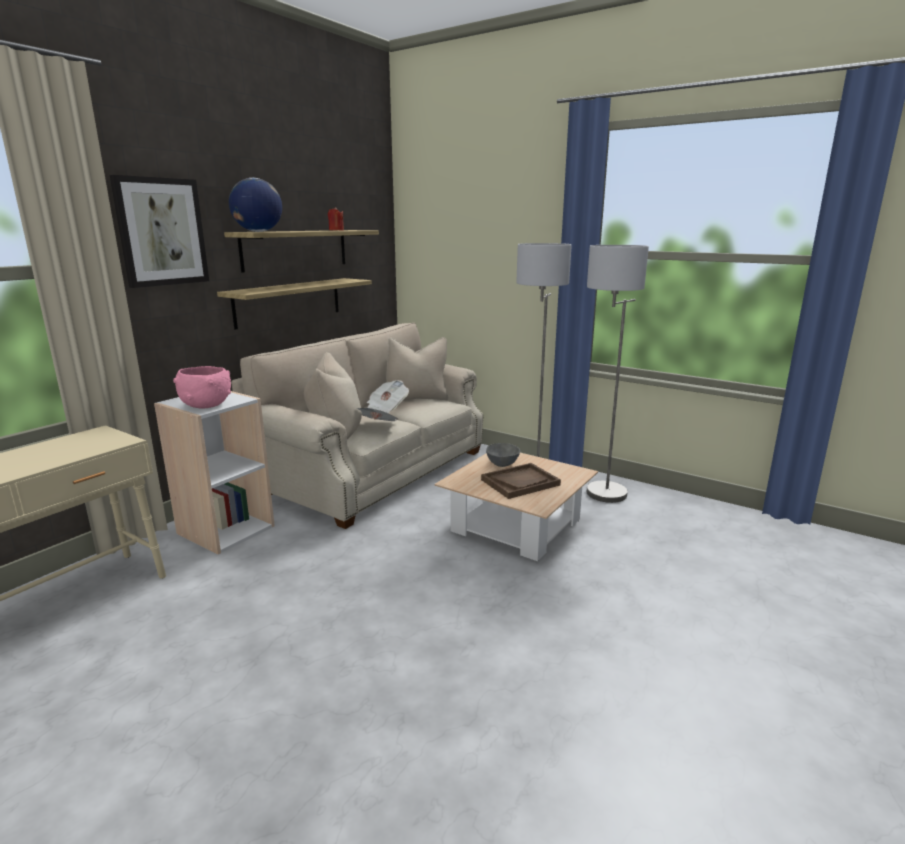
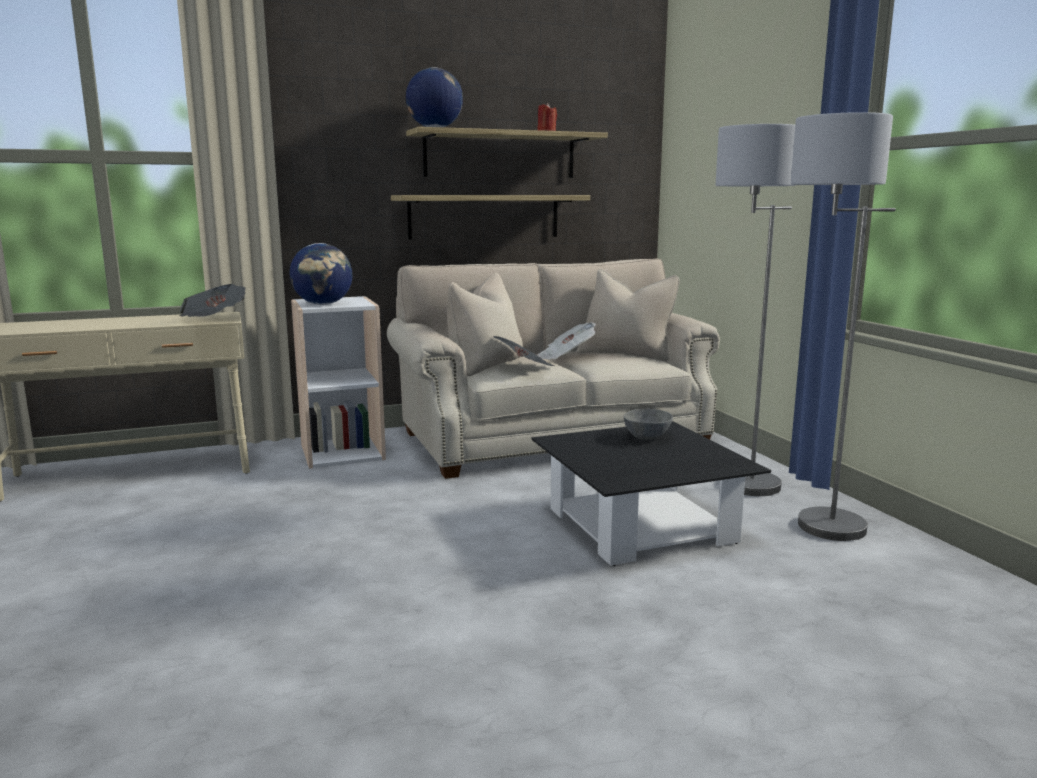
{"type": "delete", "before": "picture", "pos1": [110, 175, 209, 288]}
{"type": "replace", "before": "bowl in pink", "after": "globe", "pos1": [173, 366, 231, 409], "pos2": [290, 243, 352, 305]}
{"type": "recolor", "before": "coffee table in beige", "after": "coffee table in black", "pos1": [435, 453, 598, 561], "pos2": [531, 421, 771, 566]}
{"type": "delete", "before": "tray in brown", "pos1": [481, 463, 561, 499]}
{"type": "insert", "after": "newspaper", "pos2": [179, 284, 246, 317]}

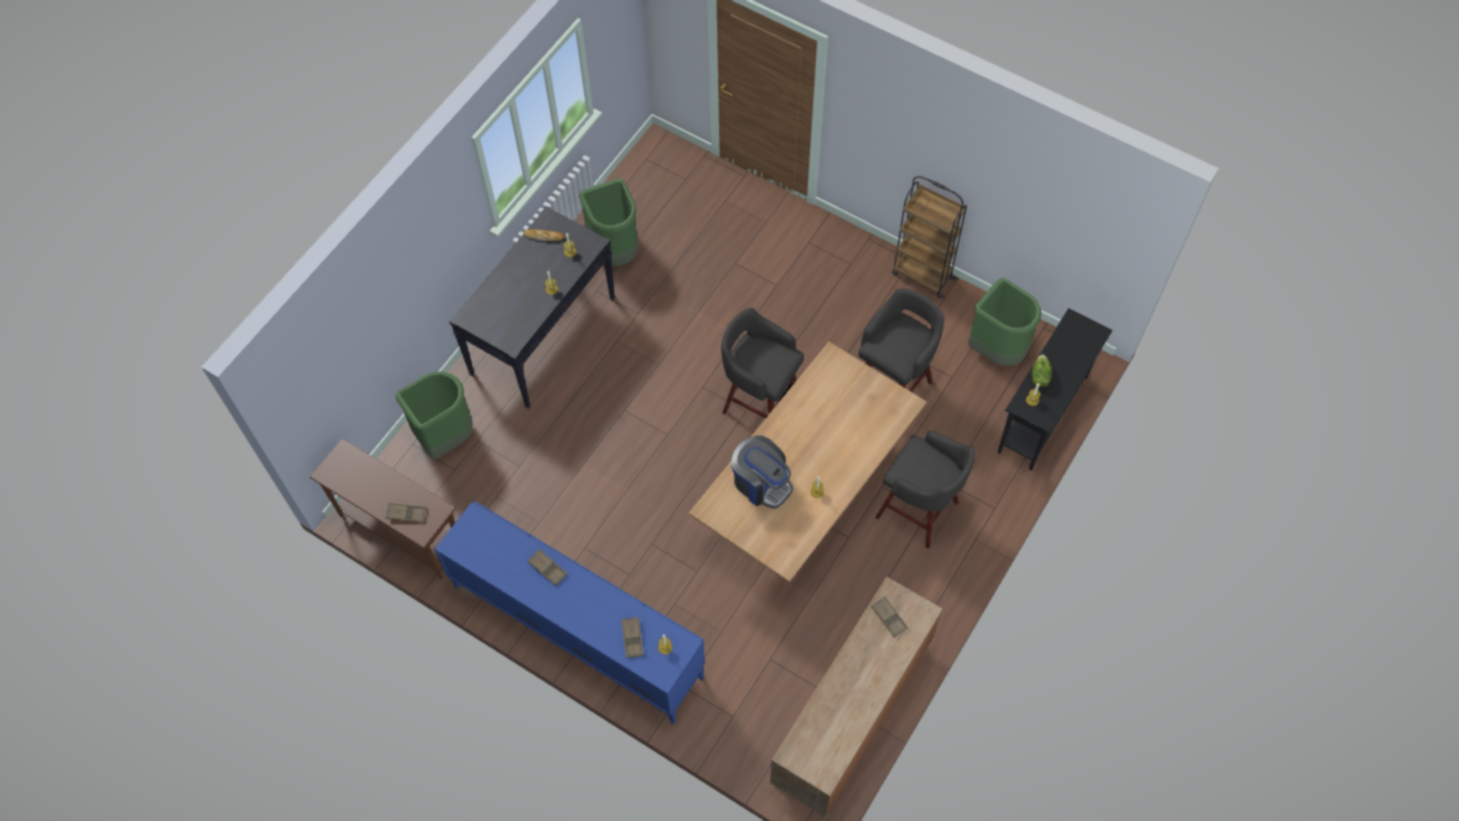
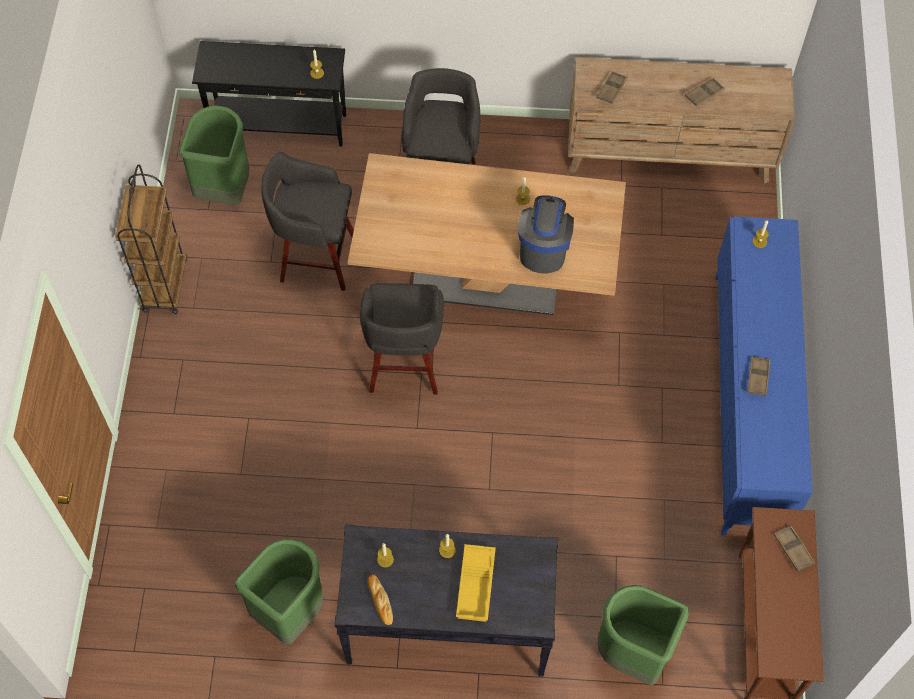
{"type": "move", "before": "tray in brown", "pos1": [621, 617, 644, 658], "pos2": [685, 78, 725, 106]}
{"type": "delete", "before": "lettuce", "pos1": [1032, 354, 1052, 387]}
{"type": "insert", "after": "tray in yellow", "pos2": [456, 544, 496, 622]}

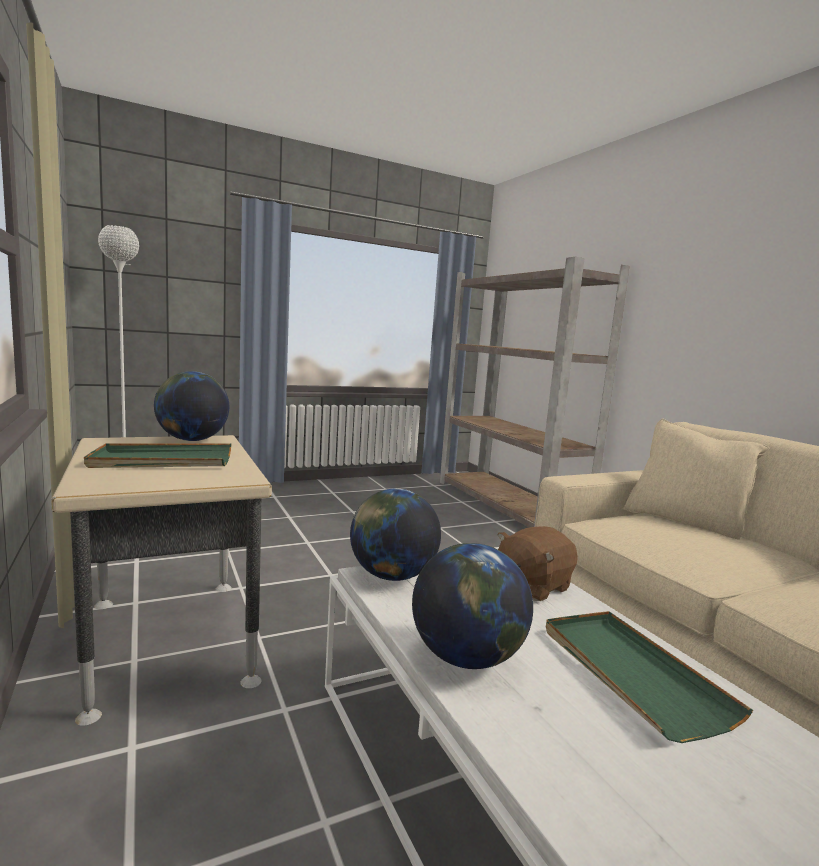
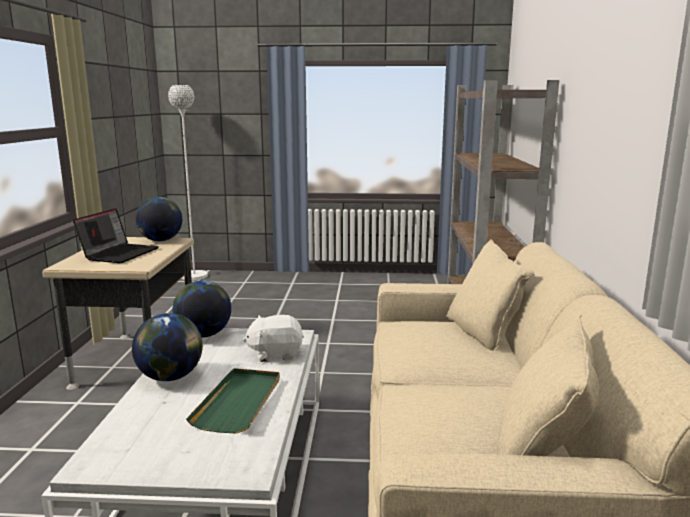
{"type": "replace", "before": "tray in green", "after": "laptop", "pos1": [84, 443, 231, 468], "pos2": [73, 208, 159, 263]}
{"type": "recolor", "before": "plush toy in brown", "after": "plush toy in white", "pos1": [497, 526, 578, 601], "pos2": [243, 315, 304, 362]}

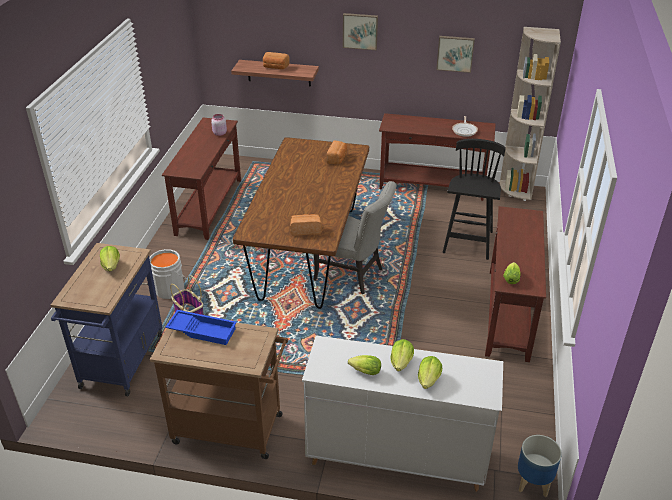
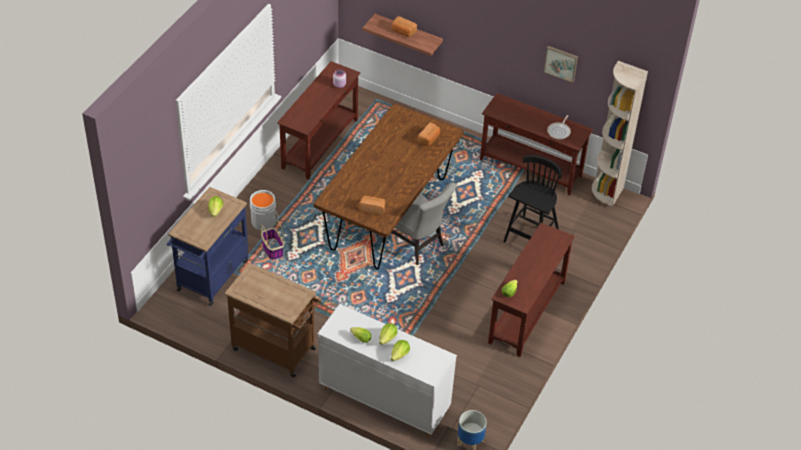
{"type": "delete", "before": "tray in blue", "pos1": [165, 310, 237, 345]}
{"type": "delete", "before": "picture", "pos1": [343, 13, 378, 50]}

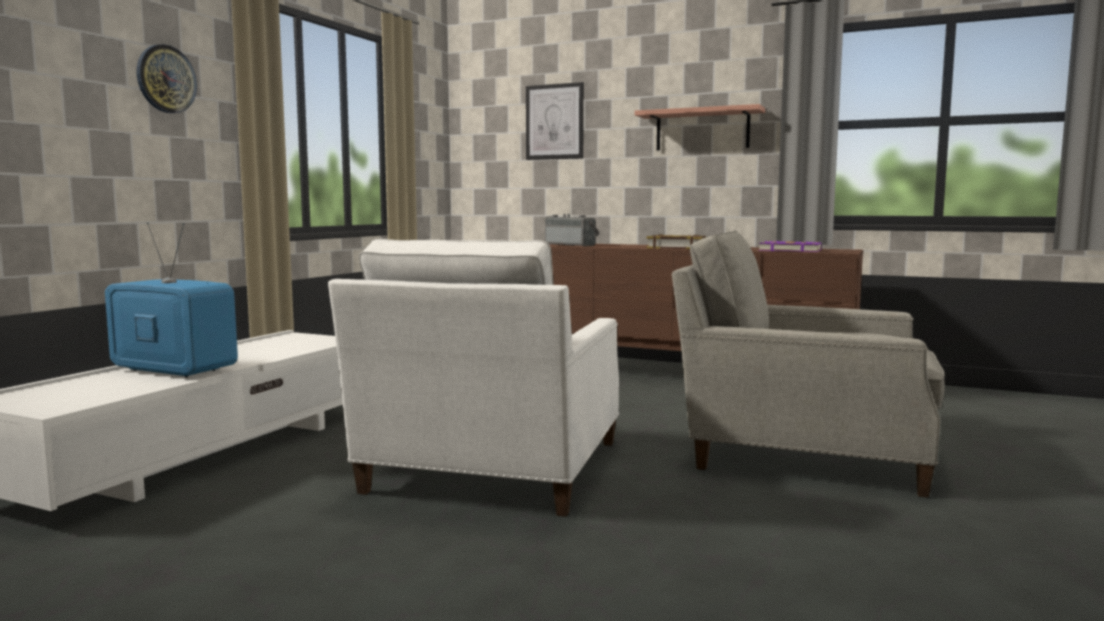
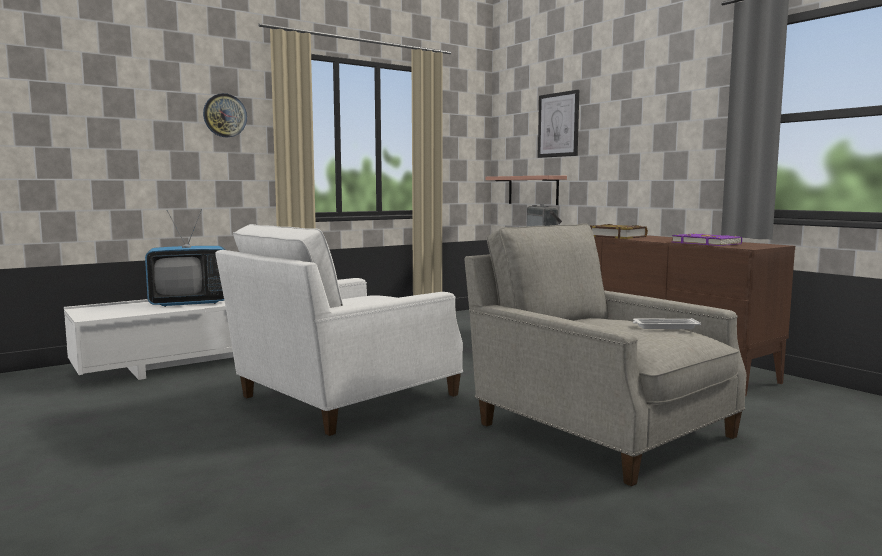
{"type": "rotate", "before": "television", "pos1": [105, 222, 238, 377], "pos2": [145, 209, 226, 307], "turn": 105}
{"type": "move", "before": "shelf", "pos1": [634, 104, 765, 150], "pos2": [485, 175, 567, 205]}
{"type": "insert", "after": "tray in white", "pos2": [633, 318, 701, 329]}

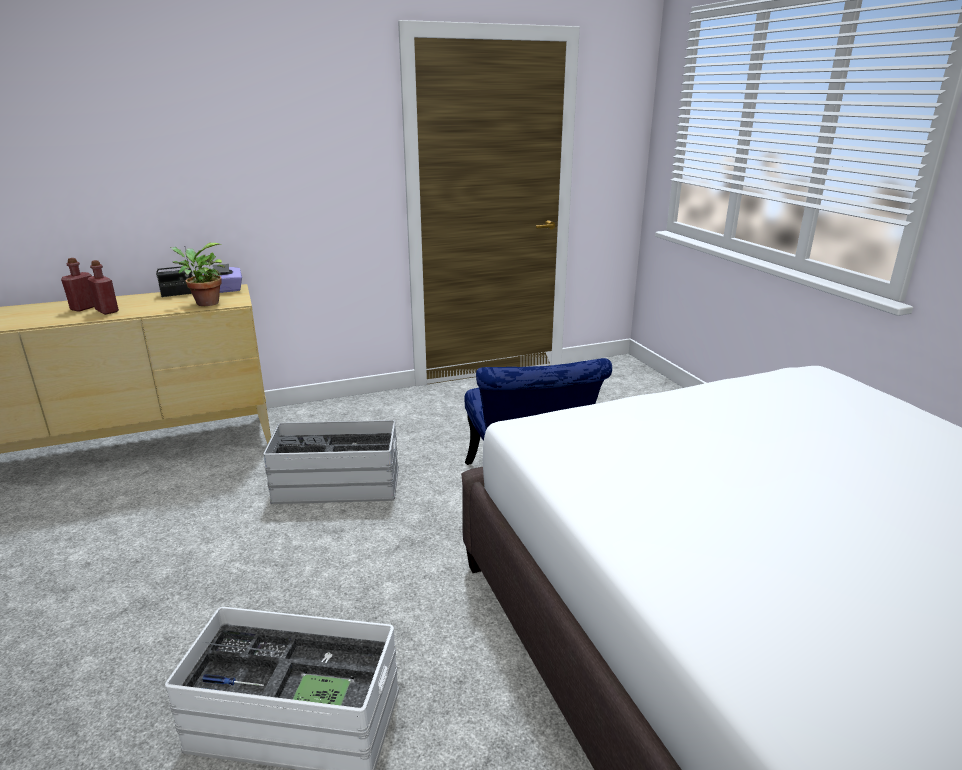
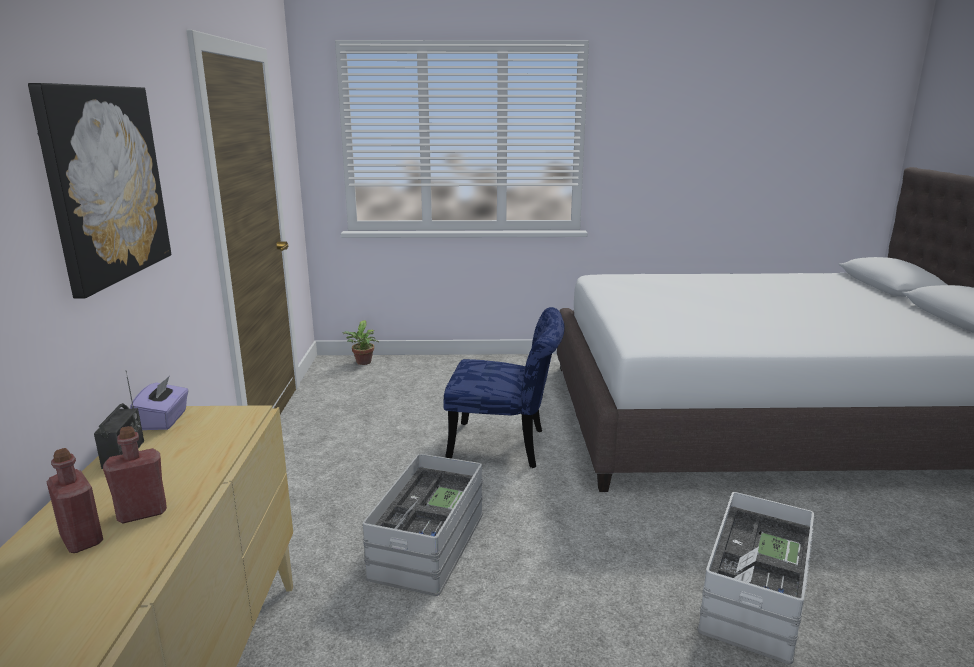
{"type": "move", "before": "potted plant", "pos1": [171, 243, 225, 306], "pos2": [343, 320, 379, 365]}
{"type": "insert", "after": "picture", "pos2": [28, 83, 171, 298]}

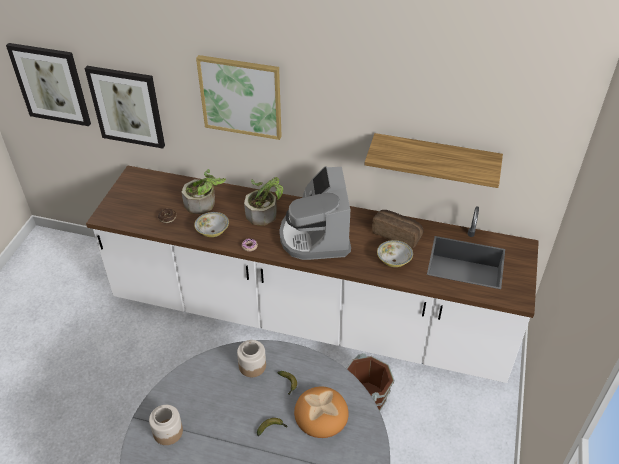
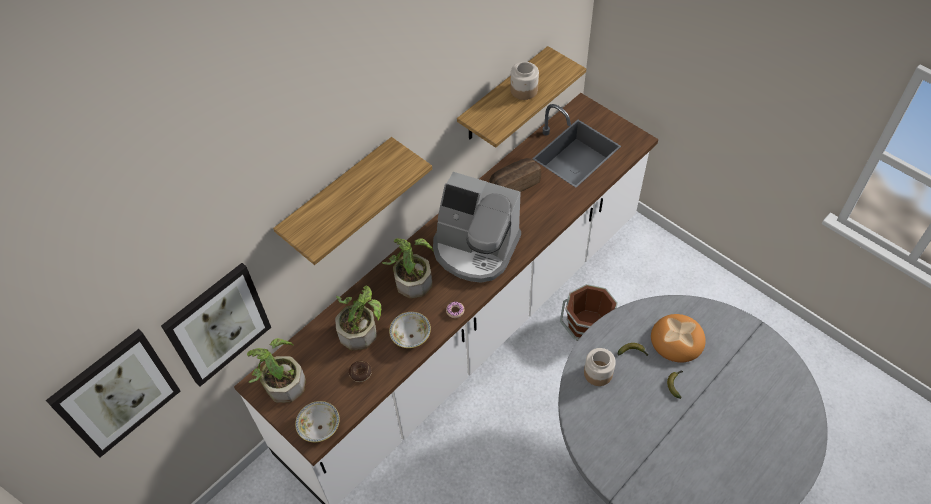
{"type": "move", "before": "jar", "pos1": [149, 405, 183, 445], "pos2": [510, 62, 539, 100]}
{"type": "replace", "before": "picture", "after": "shelf", "pos1": [196, 55, 282, 140], "pos2": [273, 137, 432, 265]}
{"type": "move", "before": "bowl", "pos1": [377, 240, 413, 267], "pos2": [295, 401, 340, 442]}
{"type": "insert", "after": "potted plant", "pos2": [247, 338, 306, 403]}

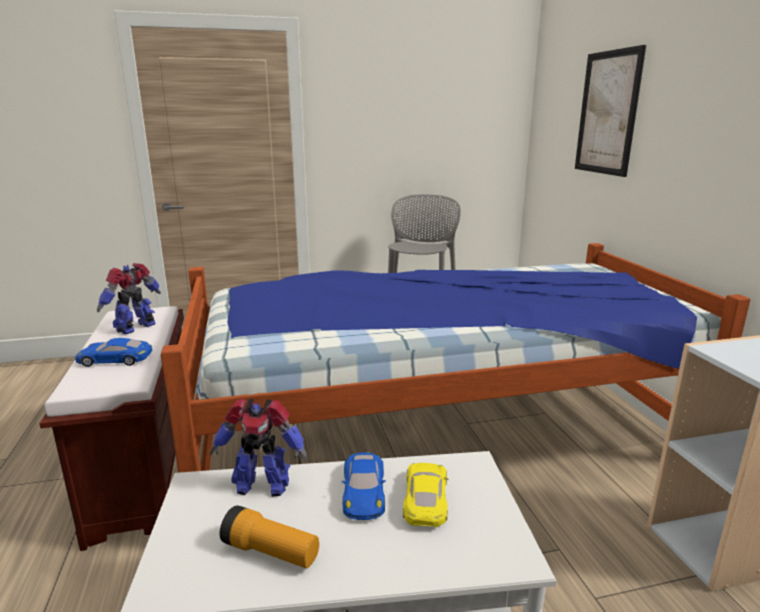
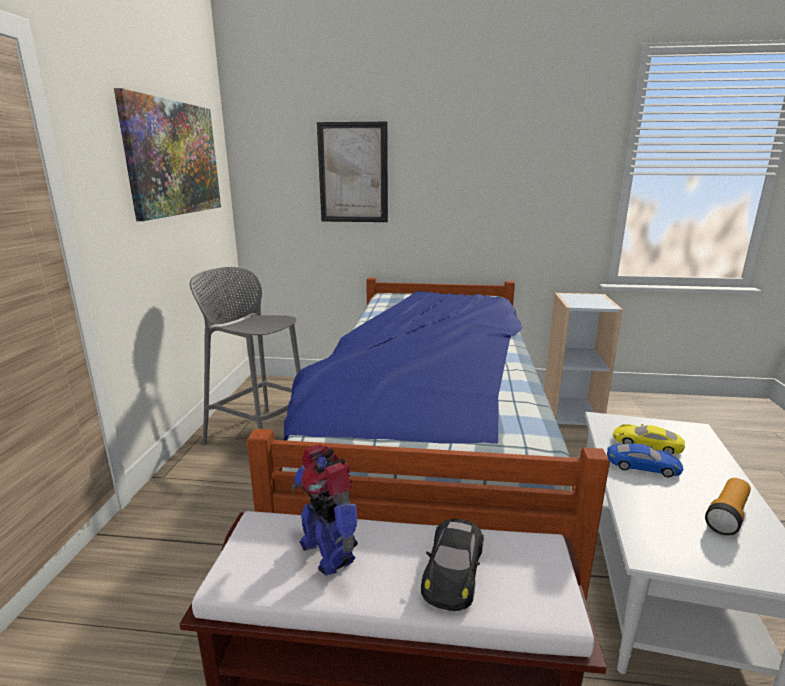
{"type": "recolor", "before": "toy car in blue", "after": "toy car in black", "pos1": [75, 338, 152, 367], "pos2": [421, 518, 484, 611]}
{"type": "delete", "before": "toy robot", "pos1": [210, 399, 307, 497]}
{"type": "insert", "after": "picture", "pos2": [114, 88, 221, 221]}

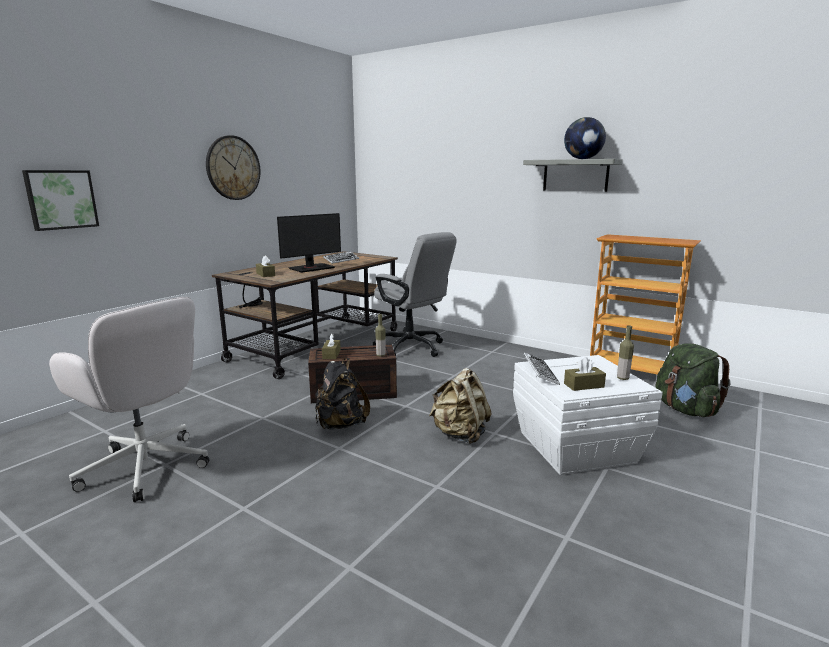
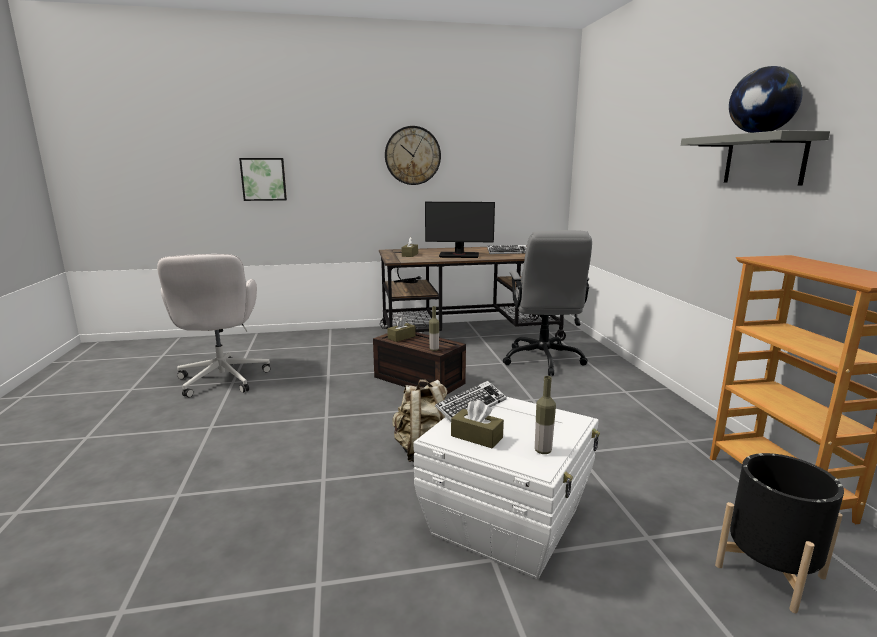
{"type": "delete", "before": "backpack in black", "pos1": [315, 358, 370, 430]}
{"type": "replace", "before": "backpack in green", "after": "planter in black", "pos1": [655, 343, 731, 417], "pos2": [715, 453, 844, 613]}

